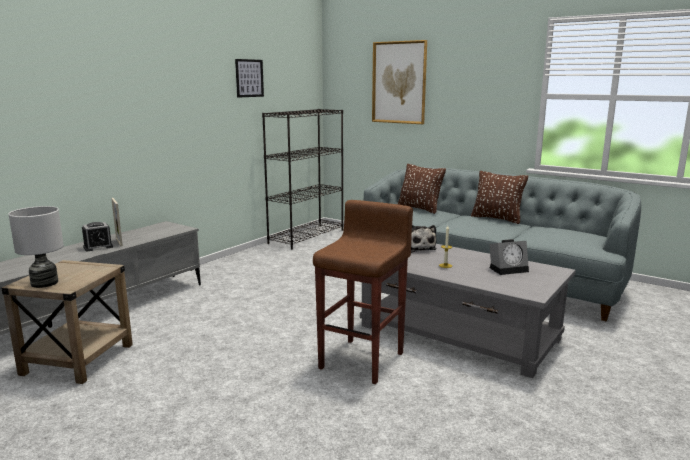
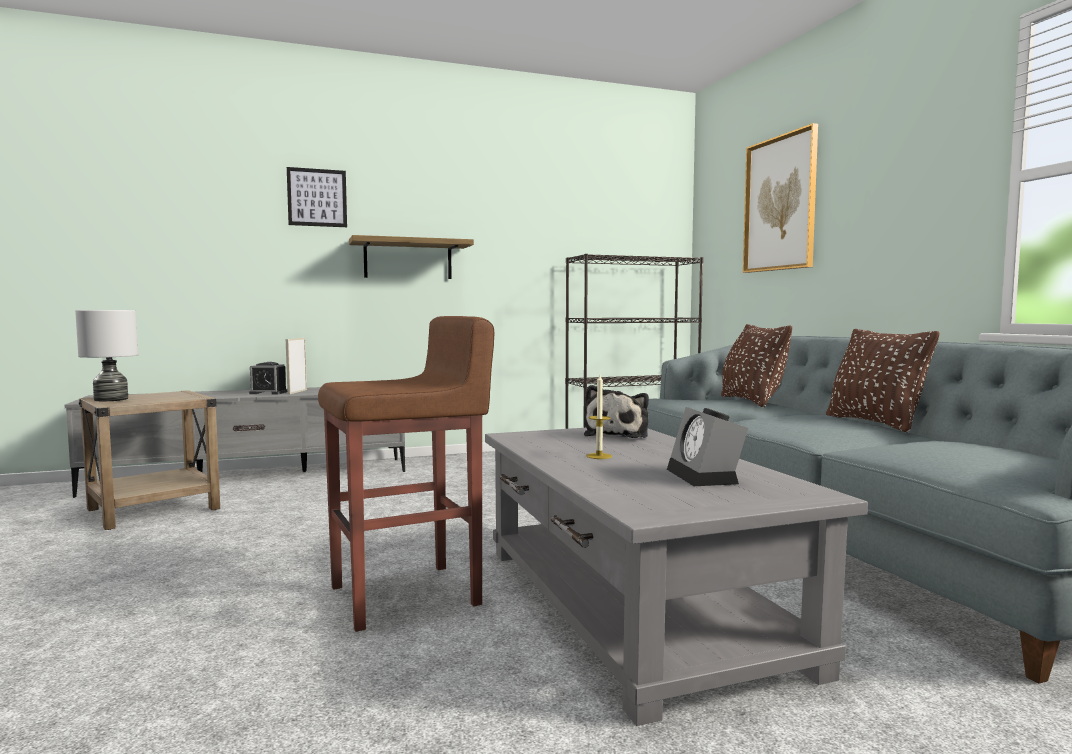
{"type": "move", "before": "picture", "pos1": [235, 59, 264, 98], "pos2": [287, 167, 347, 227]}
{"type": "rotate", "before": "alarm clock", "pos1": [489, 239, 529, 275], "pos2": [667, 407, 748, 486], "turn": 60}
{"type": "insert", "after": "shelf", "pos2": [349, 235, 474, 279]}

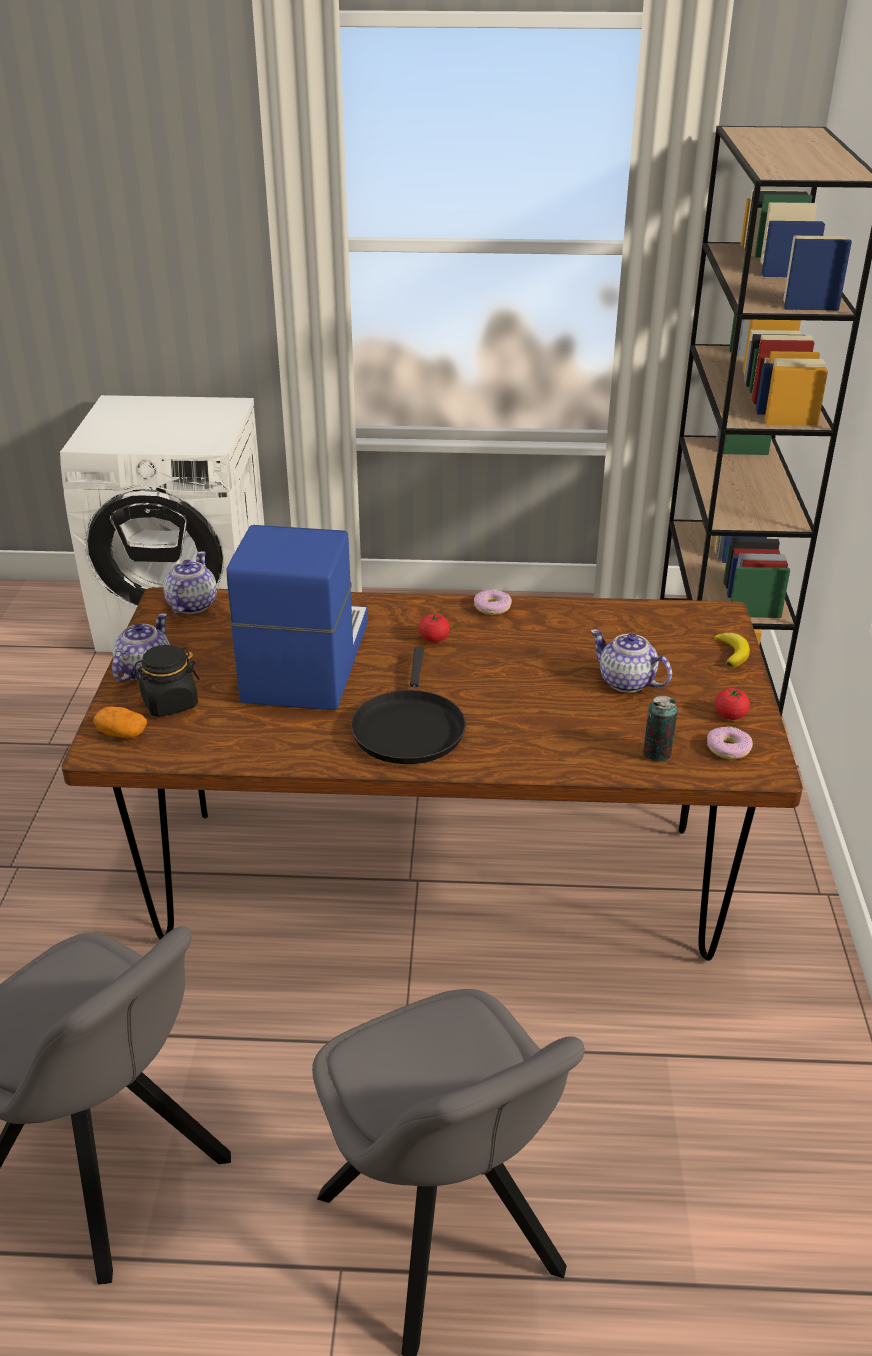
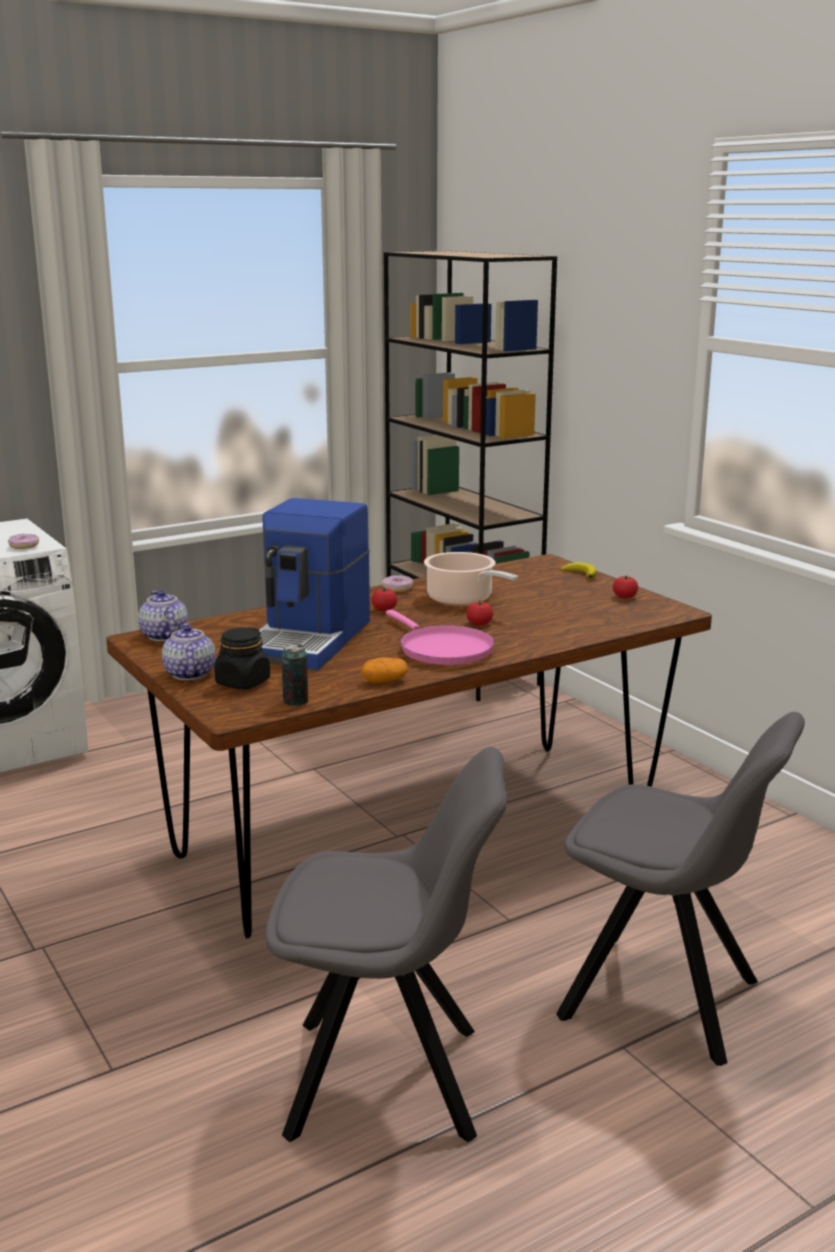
{"type": "move", "before": "potato", "pos1": [93, 706, 147, 738], "pos2": [361, 657, 408, 683]}
{"type": "rotate", "before": "coffee machine", "pos1": [226, 525, 368, 711], "pos2": [259, 498, 370, 670], "turn": -135}
{"type": "recolor", "before": "frying pan in black", "after": "frying pan in pink", "pos1": [351, 647, 466, 764], "pos2": [386, 610, 495, 665]}
{"type": "delete", "before": "teapot", "pos1": [590, 629, 672, 693]}
{"type": "move", "before": "can", "pos1": [643, 696, 678, 762], "pos2": [281, 644, 308, 706]}
{"type": "move", "before": "donut", "pos1": [707, 726, 753, 759], "pos2": [8, 534, 39, 549]}
{"type": "insert", "after": "cooking pot", "pos2": [424, 552, 518, 606]}
{"type": "insert", "after": "tomato", "pos2": [466, 601, 493, 625]}

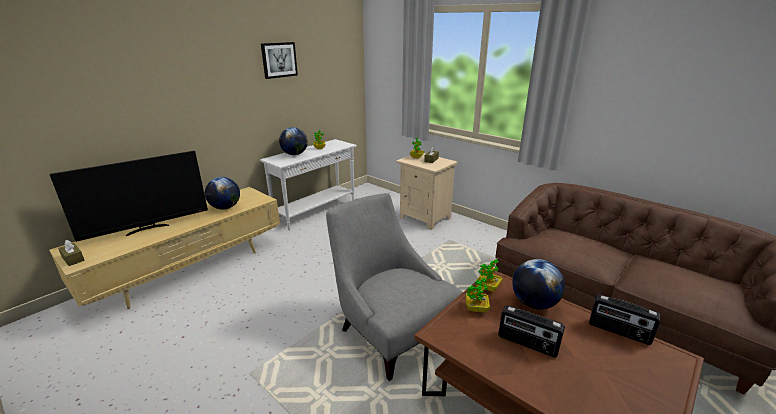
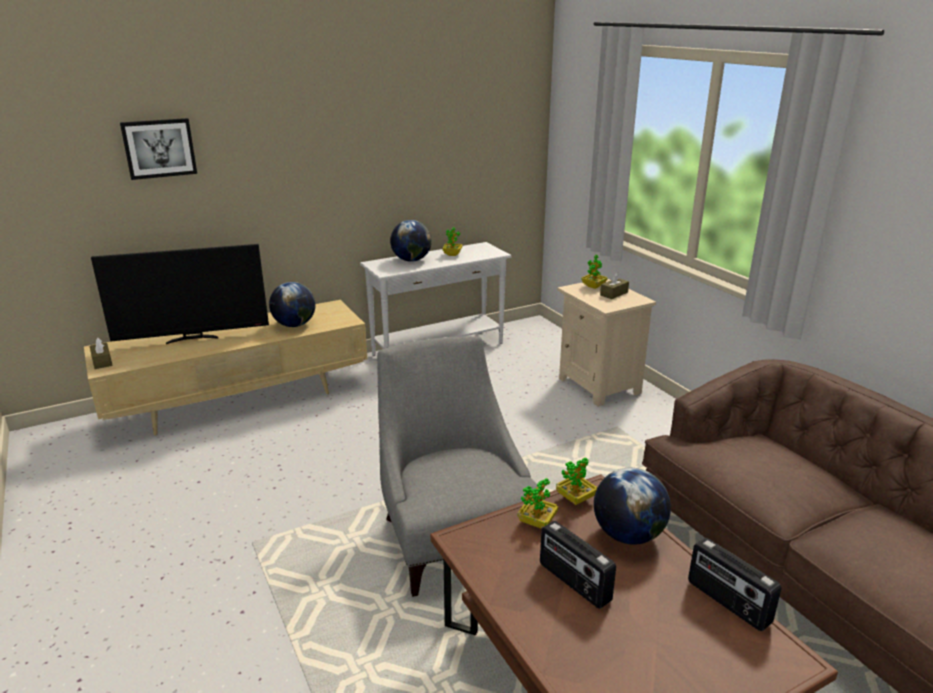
{"type": "move", "before": "picture", "pos1": [261, 42, 298, 79], "pos2": [120, 118, 197, 180]}

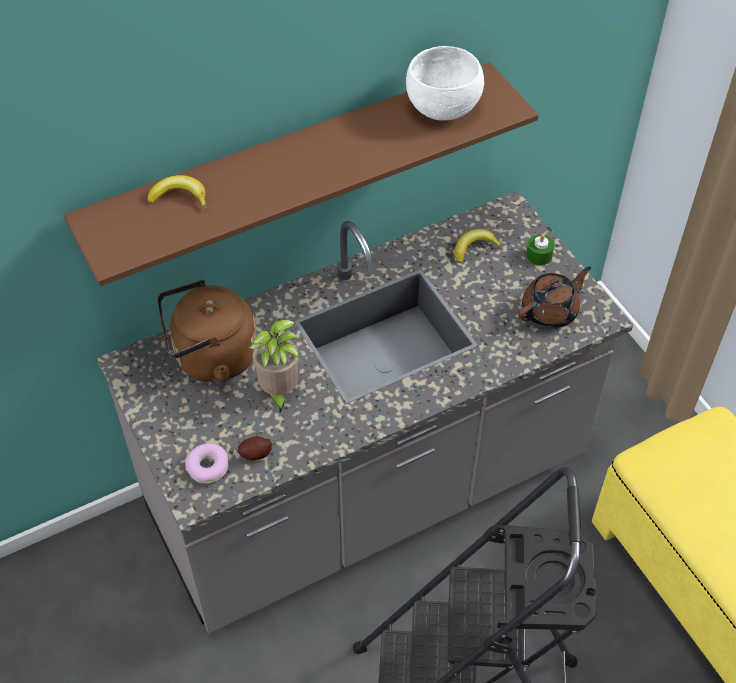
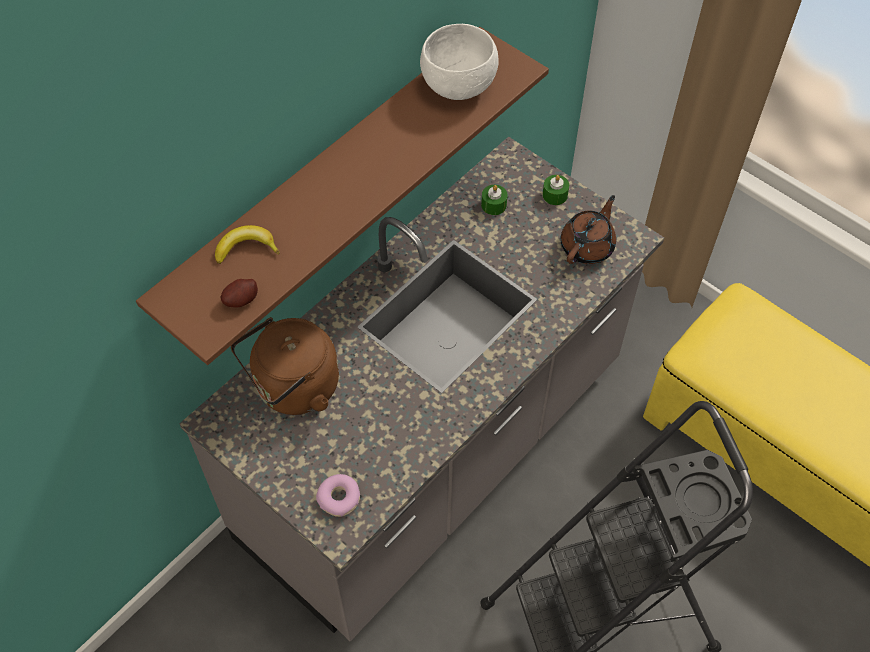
{"type": "move", "before": "potato", "pos1": [238, 436, 272, 460], "pos2": [220, 279, 258, 307]}
{"type": "delete", "before": "potted plant", "pos1": [249, 319, 299, 412]}
{"type": "replace", "before": "banana", "after": "candle in green", "pos1": [455, 229, 503, 263], "pos2": [481, 185, 508, 215]}

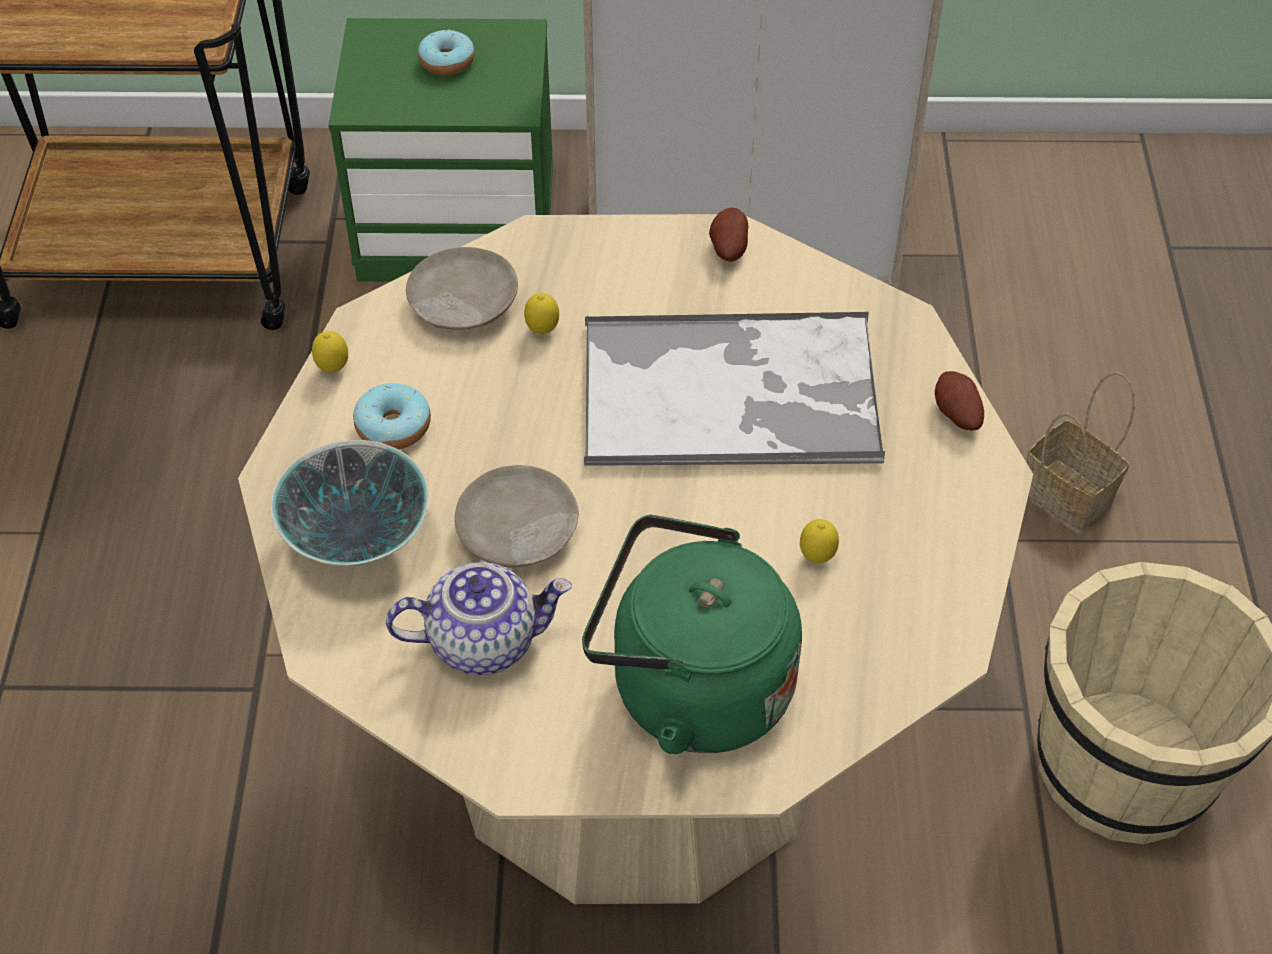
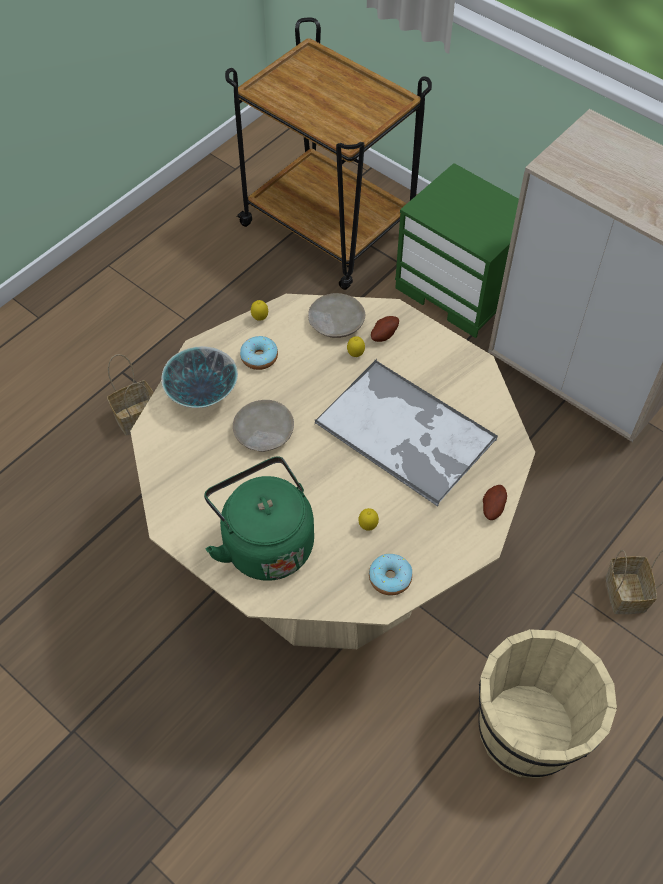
{"type": "delete", "before": "teapot", "pos1": [386, 562, 572, 675]}
{"type": "move", "before": "donut", "pos1": [418, 29, 474, 76], "pos2": [369, 554, 412, 595]}
{"type": "move", "before": "potato", "pos1": [709, 207, 748, 262], "pos2": [371, 316, 399, 342]}
{"type": "insert", "after": "basket", "pos2": [107, 354, 154, 435]}

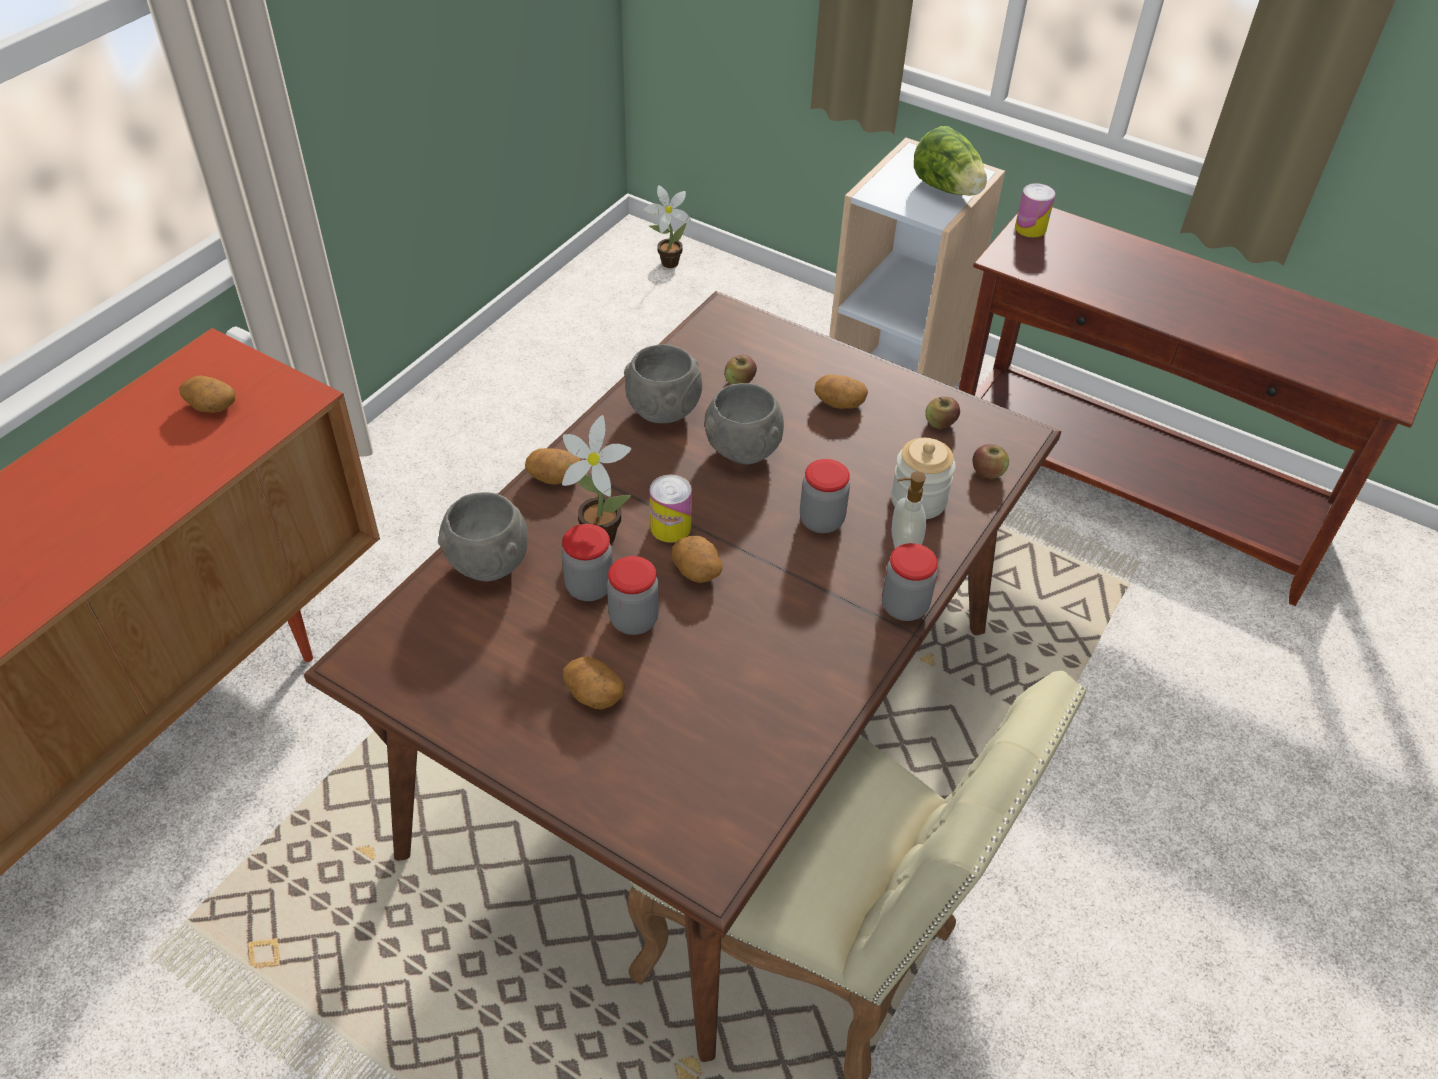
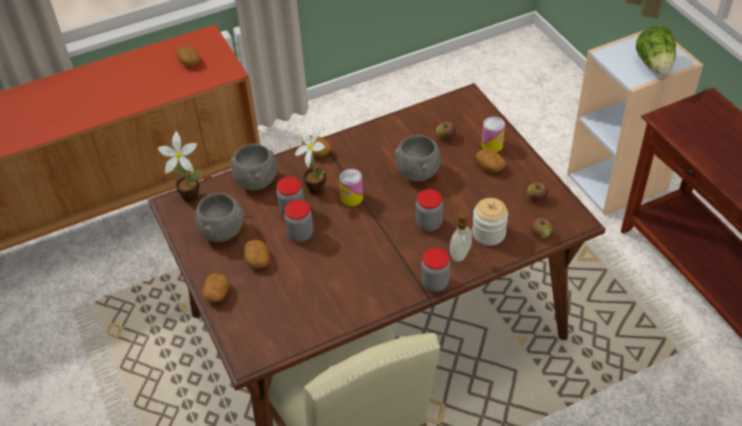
{"type": "move", "before": "bowl in grey", "pos1": [624, 344, 702, 423], "pos2": [195, 193, 244, 242]}
{"type": "move", "before": "potted plant", "pos1": [644, 185, 691, 268], "pos2": [158, 131, 202, 202]}
{"type": "move", "before": "potato", "pos1": [671, 536, 722, 583], "pos2": [202, 273, 229, 302]}
{"type": "move", "before": "can", "pos1": [1015, 183, 1055, 238], "pos2": [482, 117, 505, 152]}

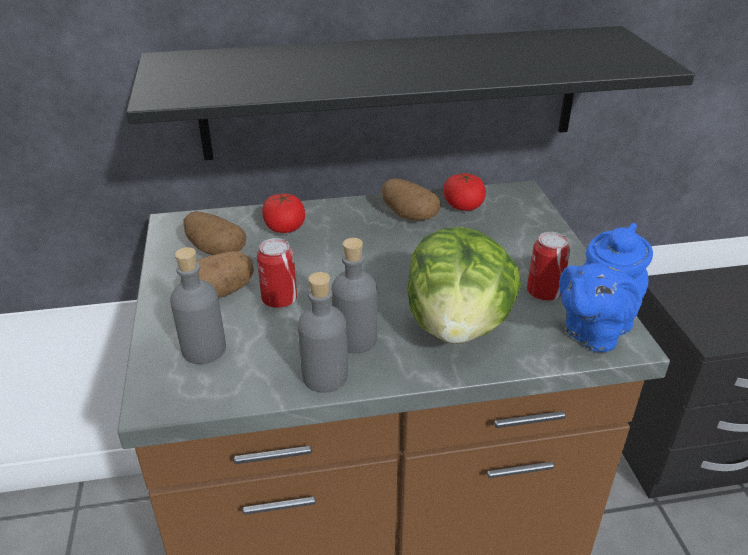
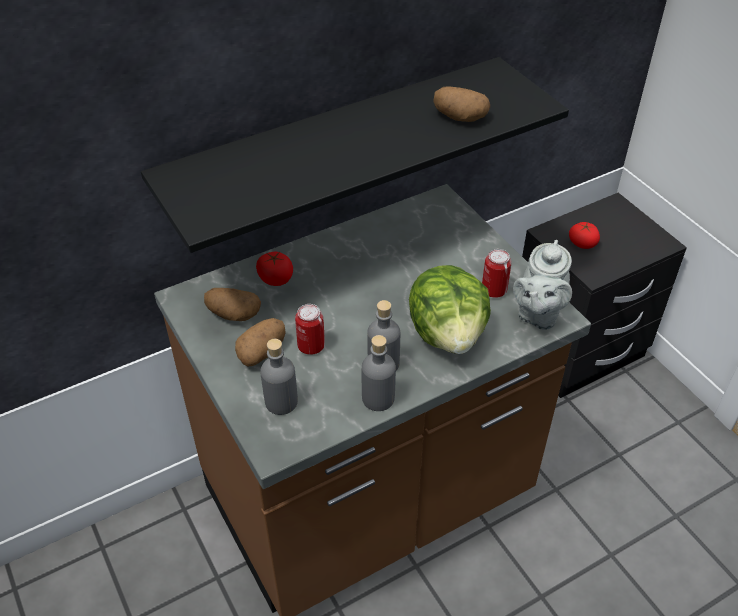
{"type": "move", "before": "potato", "pos1": [382, 178, 441, 221], "pos2": [433, 87, 490, 122]}
{"type": "move", "before": "tomato", "pos1": [443, 173, 486, 211], "pos2": [569, 222, 600, 249]}
{"type": "recolor", "before": "teapot in blue", "after": "teapot in grey", "pos1": [559, 223, 653, 352], "pos2": [513, 240, 572, 330]}

